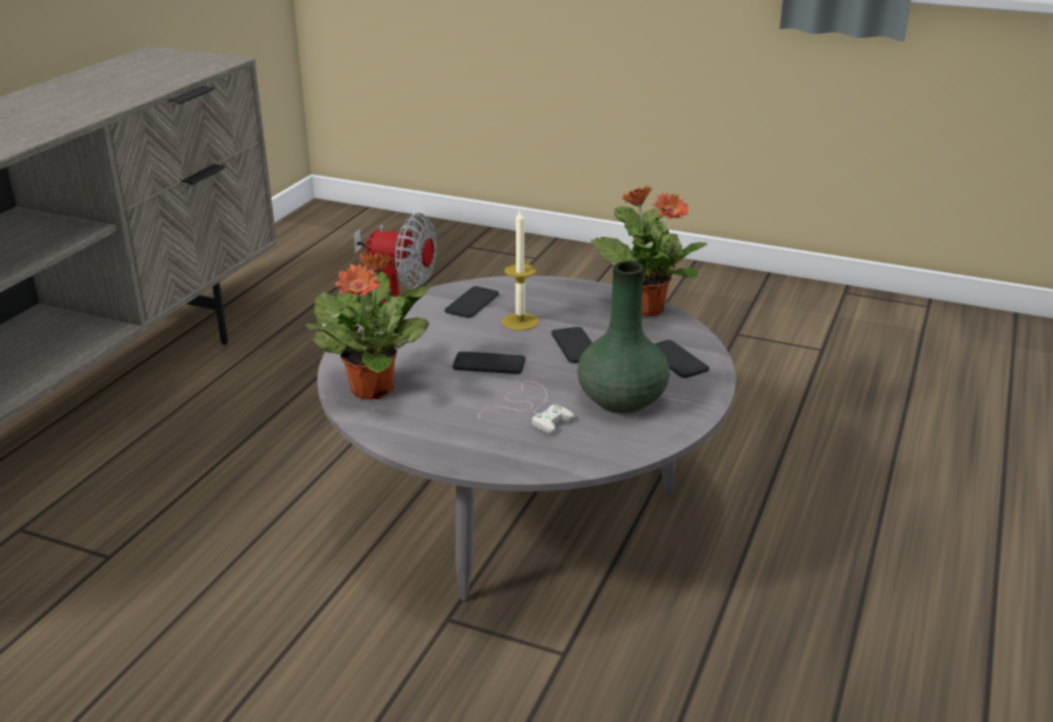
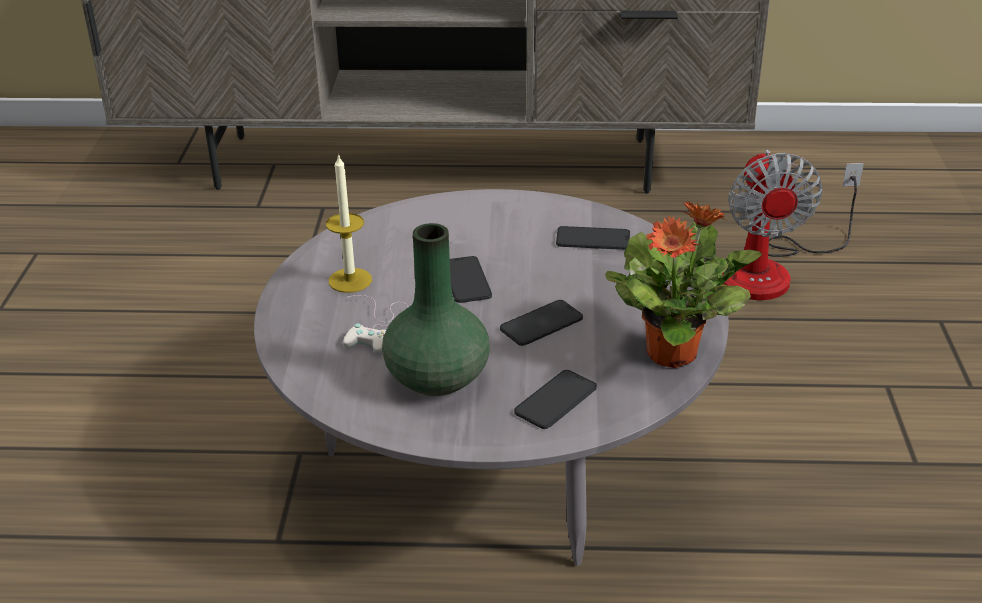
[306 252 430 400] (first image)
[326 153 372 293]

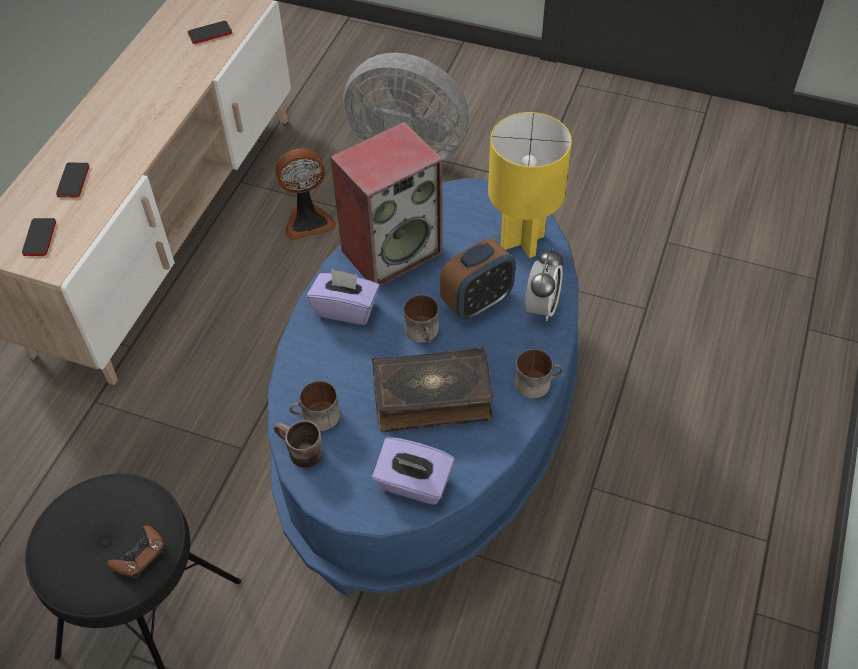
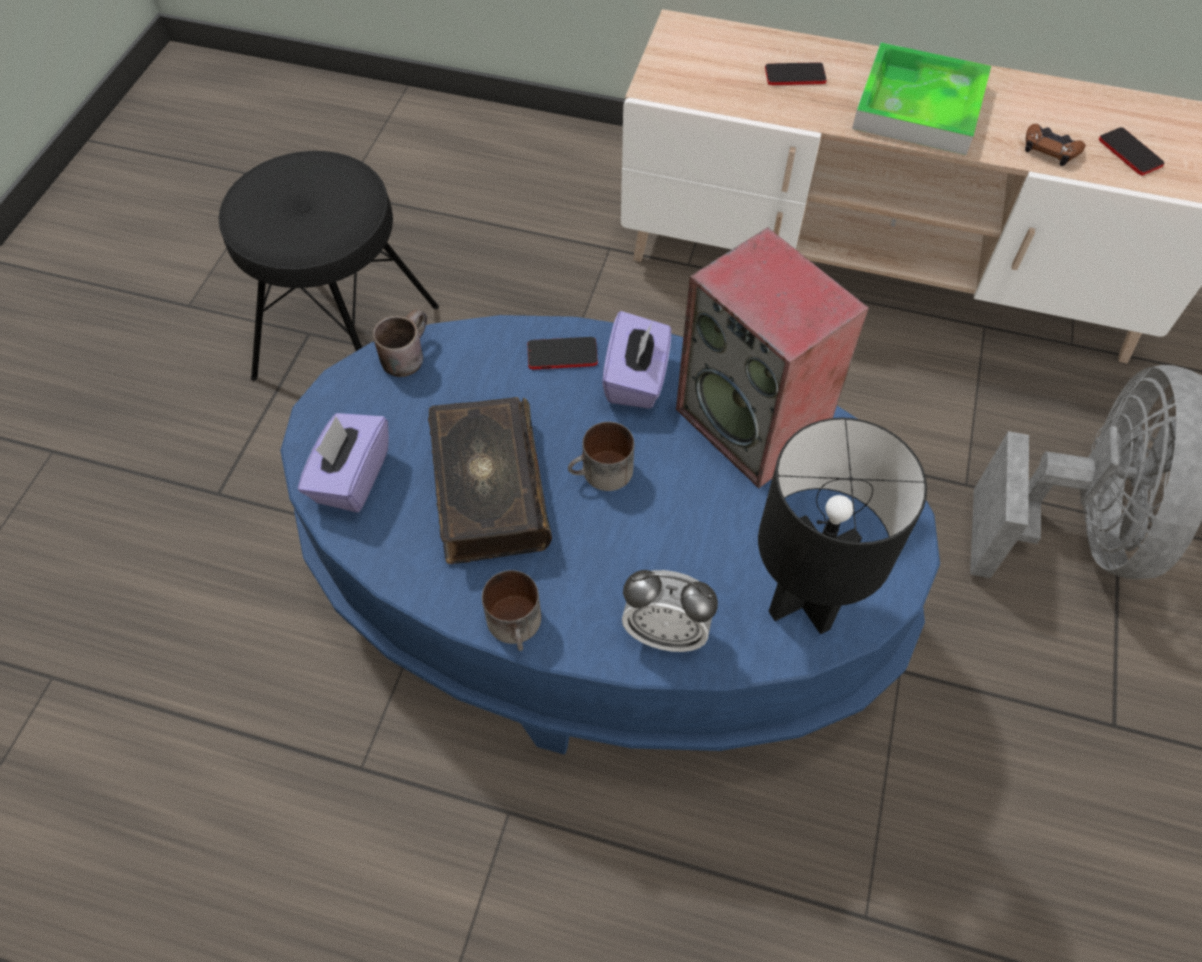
[275 148 336 240] (first image)
[289 381 340 431] (first image)
[440 238 516 320] (first image)
[852 42 991 155]
[527 337 598 369]
[1025 124 1086 166]
[758 418 927 634]

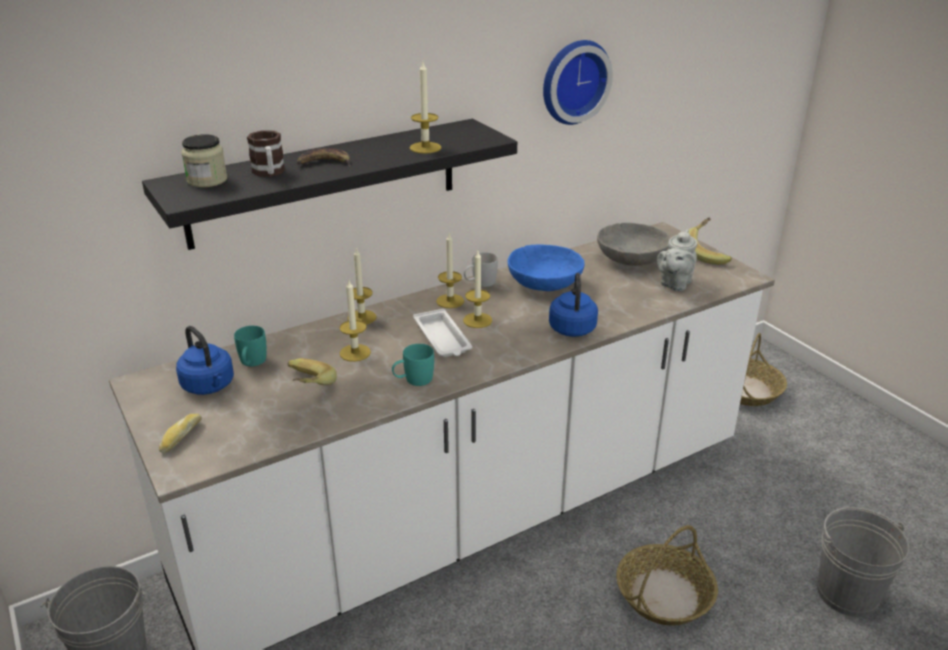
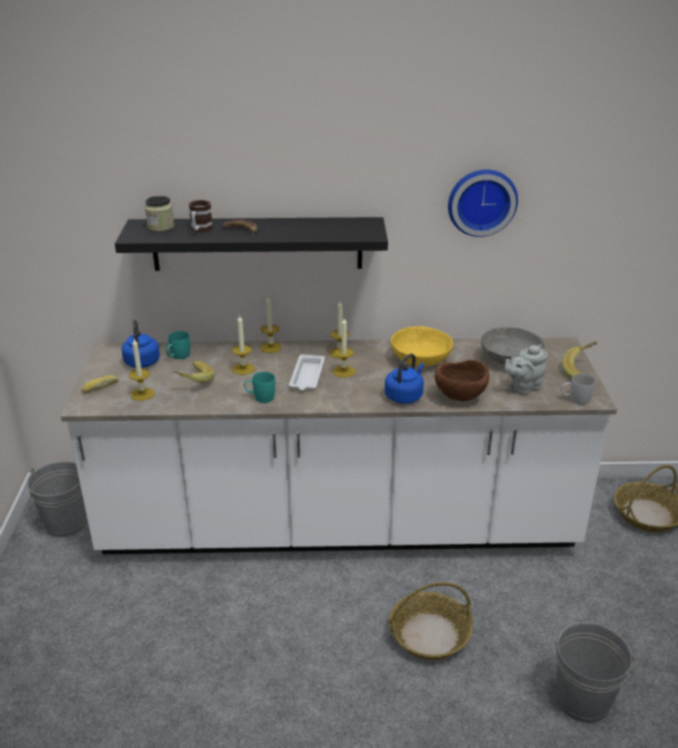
[435 360 490 401]
[129 339 155 401]
[561 374 595 405]
[391 326 453 366]

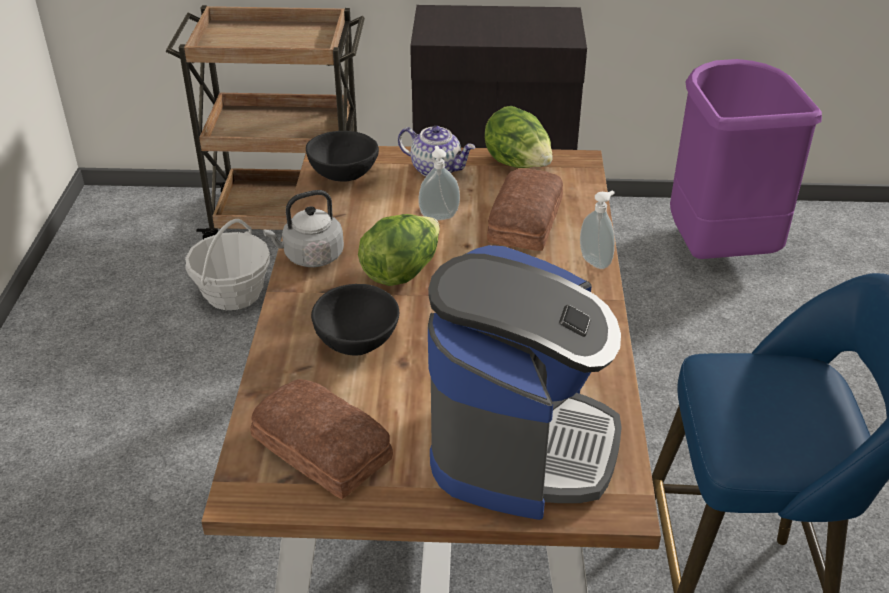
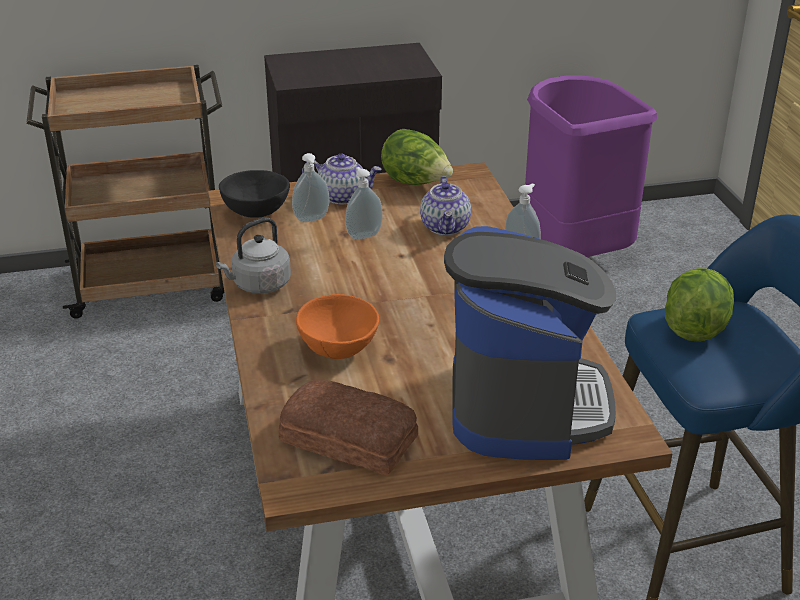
[185 219 270 310] (first image)
[292 153 329 222]
[665 268 734 342]
[420 176 471 235]
[296 294 379 359]

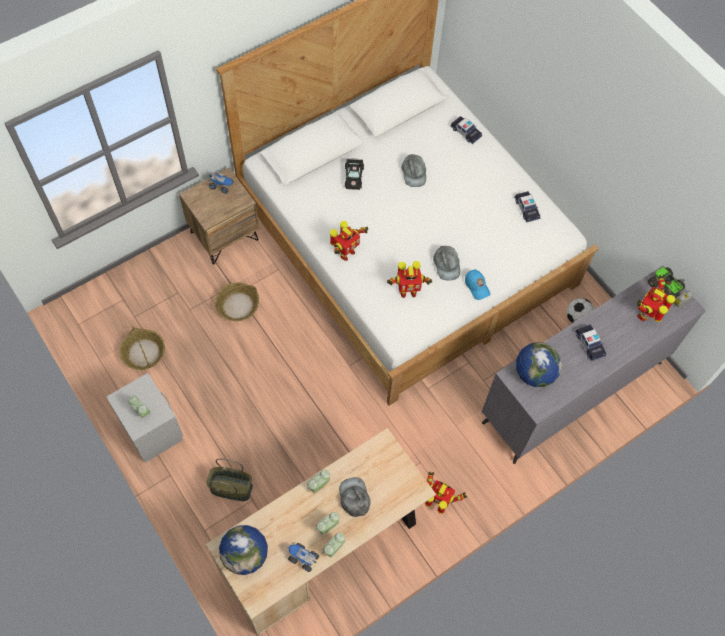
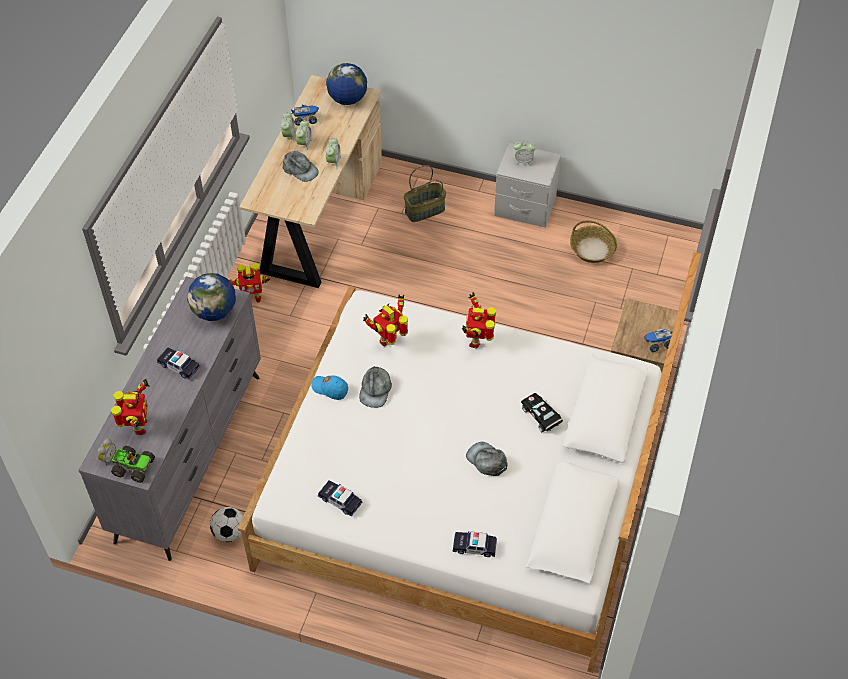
[215 282 259 321] (first image)
[359 366 392 408]

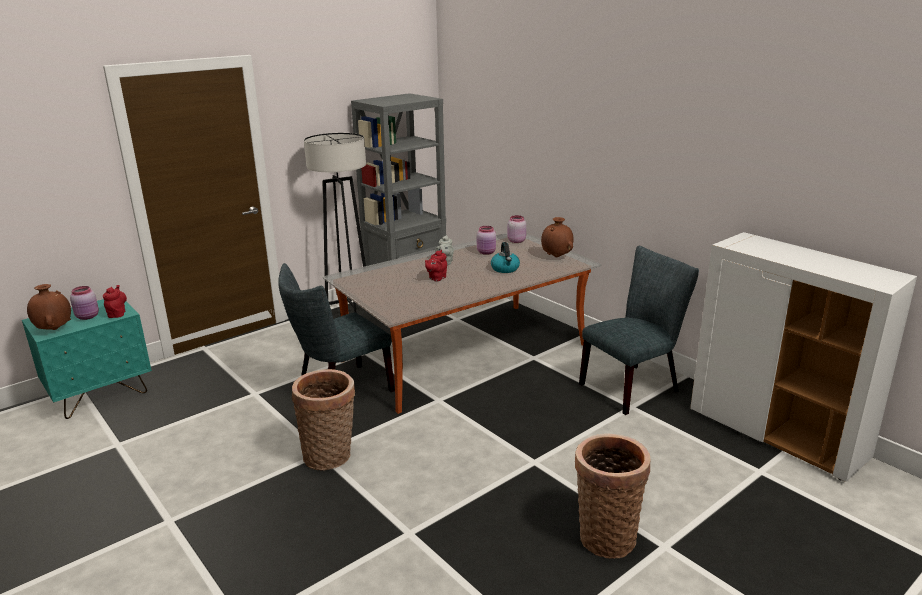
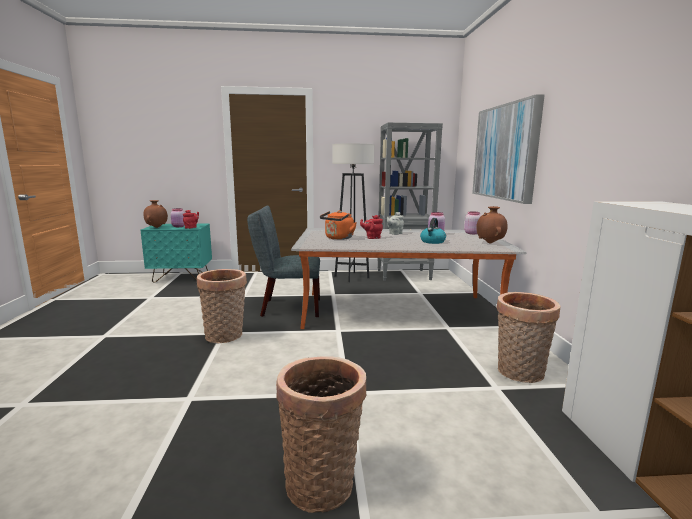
[320 210 357 240]
[472 94 544 204]
[496 292 560 383]

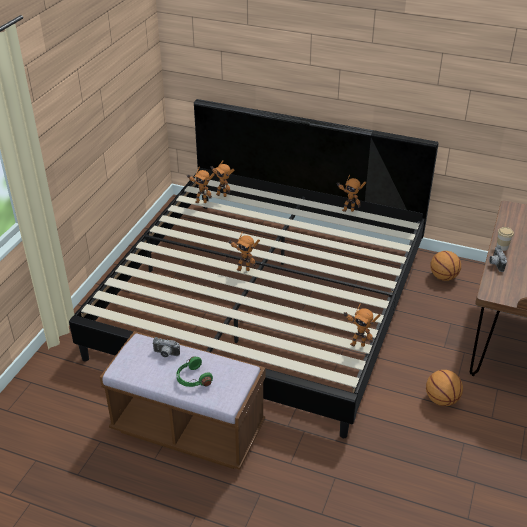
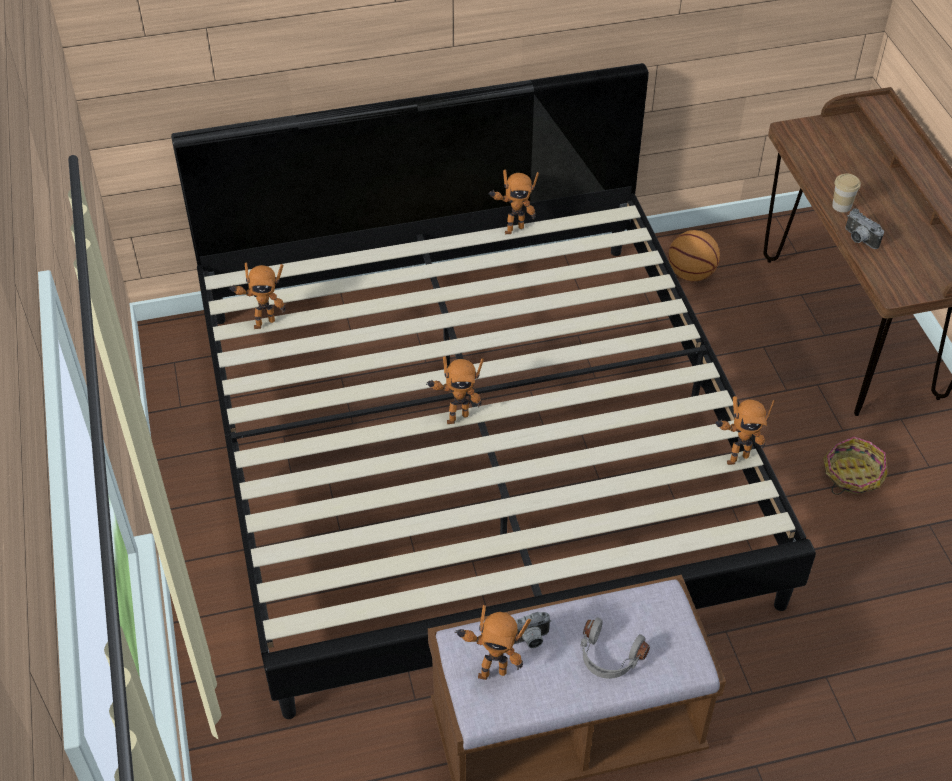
[455 605 531 680]
[823 437 888 495]
[580 618 650 679]

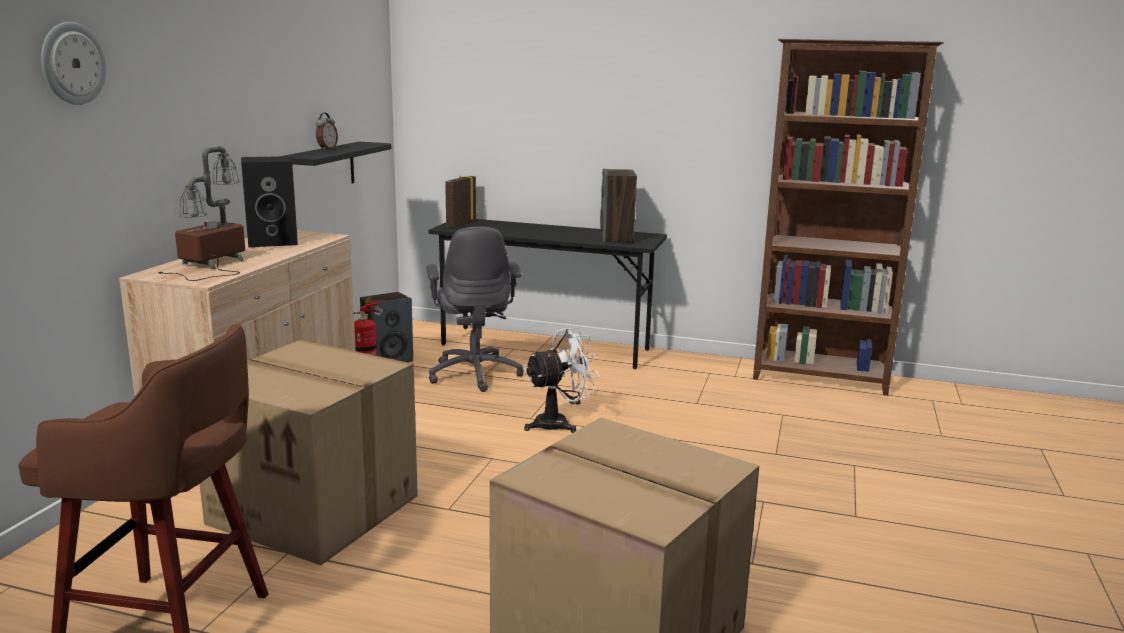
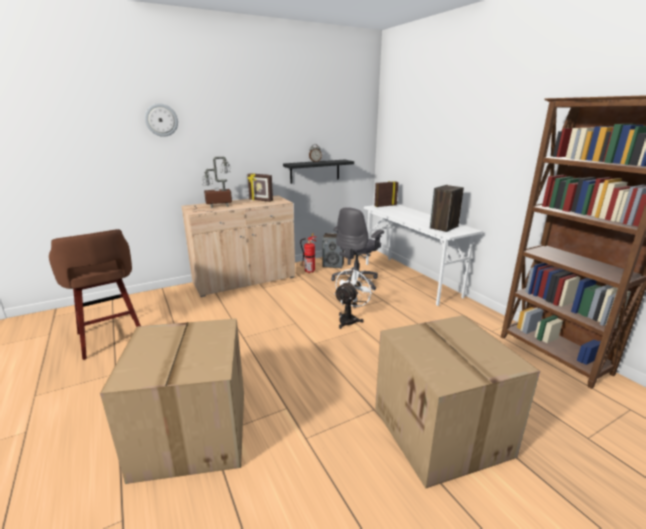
[375 315 540 489]
[247 173 273 202]
[364 204 483 306]
[334 267 374 329]

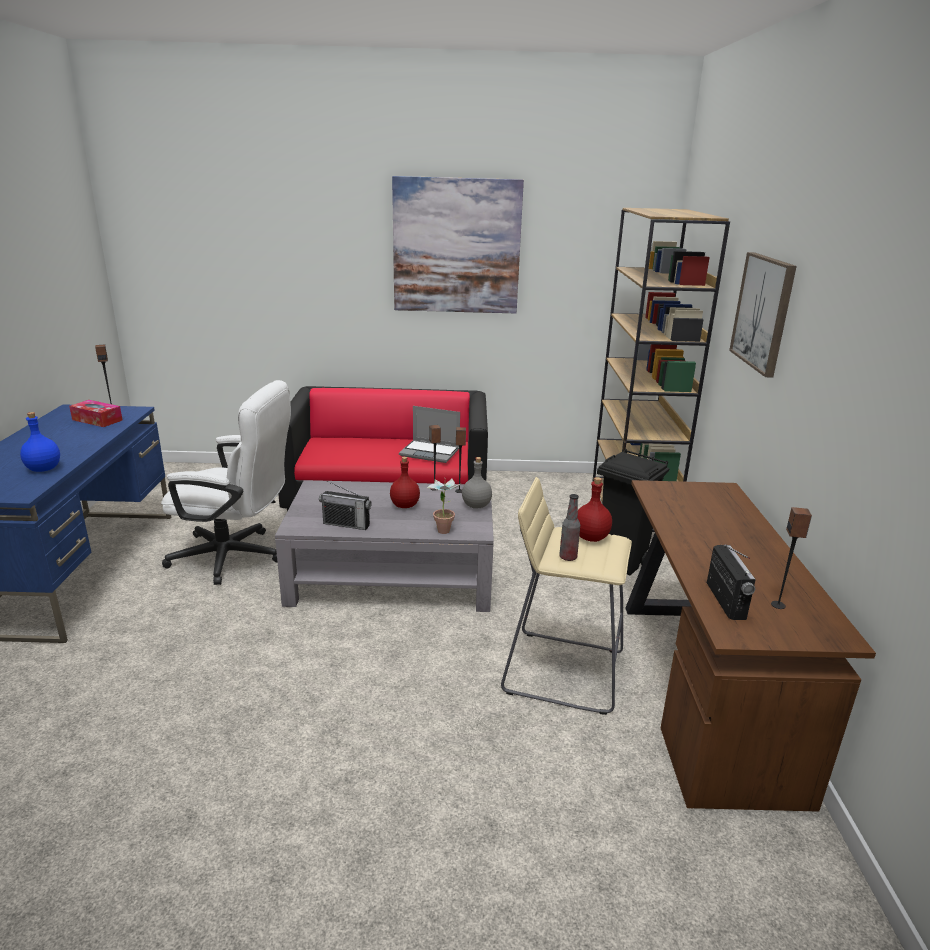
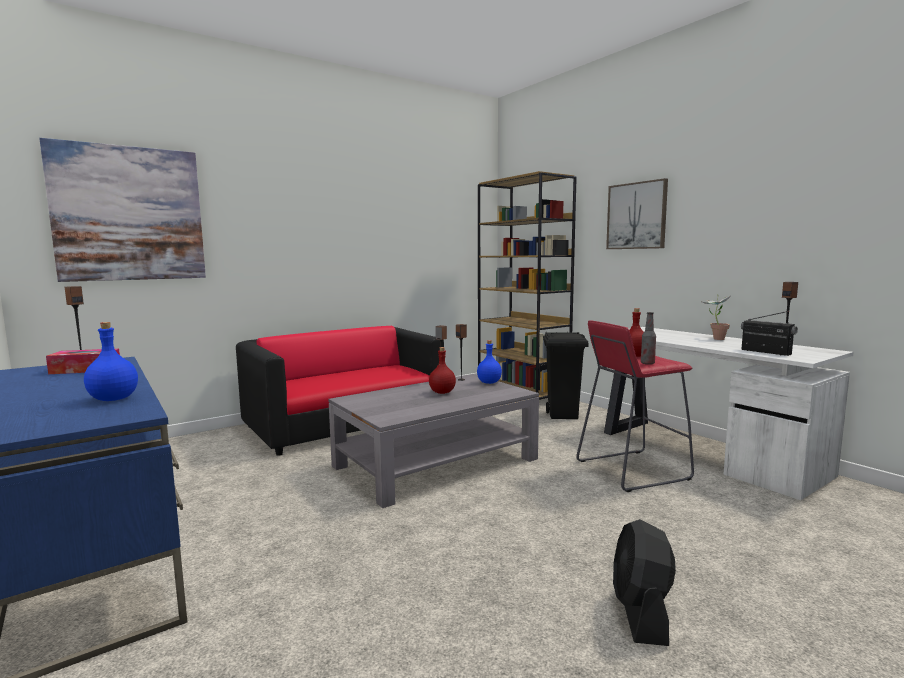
[161 380 291 585] (first image)
[319 481 372 530] (first image)
[399 406 460 463] (first image)
[613 519 676 646]
[39 138 206 282]
[702 294 730 340]
[477 340 502 384]
[576 320 694 492]
[604 327 854 500]

